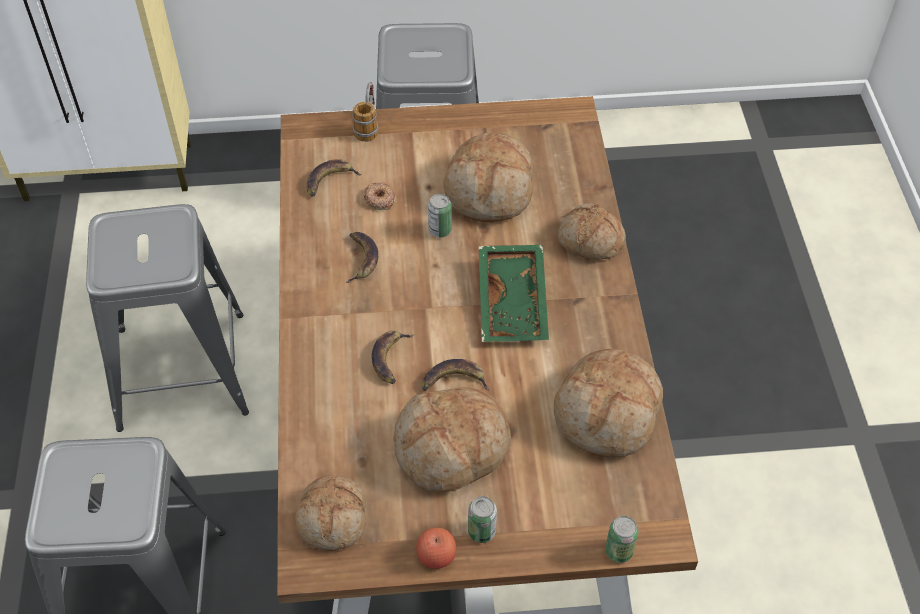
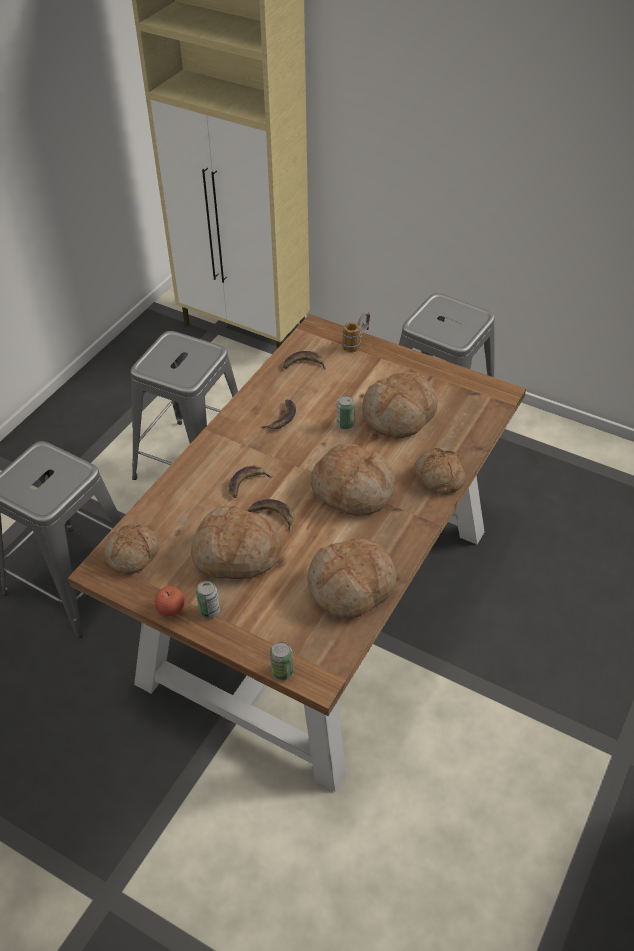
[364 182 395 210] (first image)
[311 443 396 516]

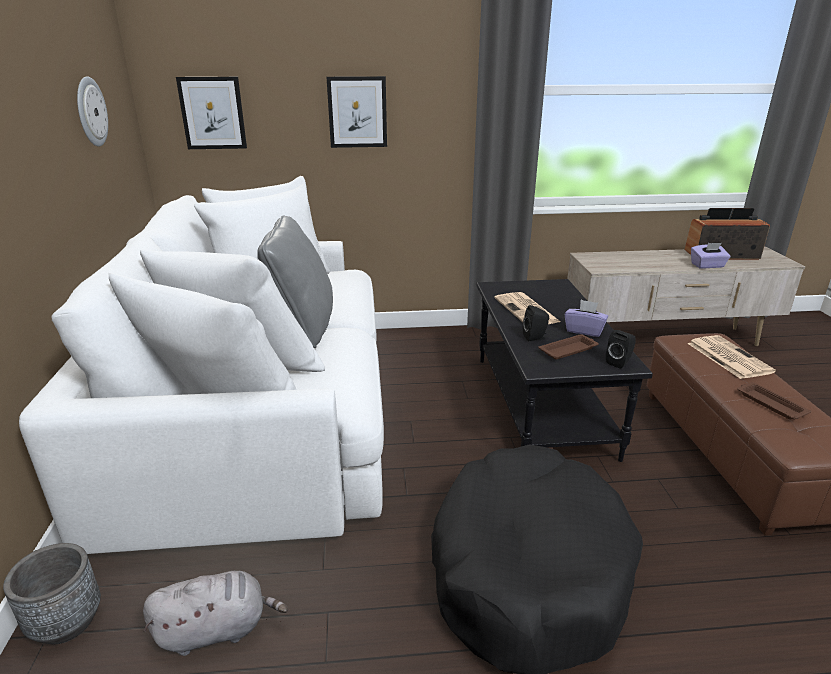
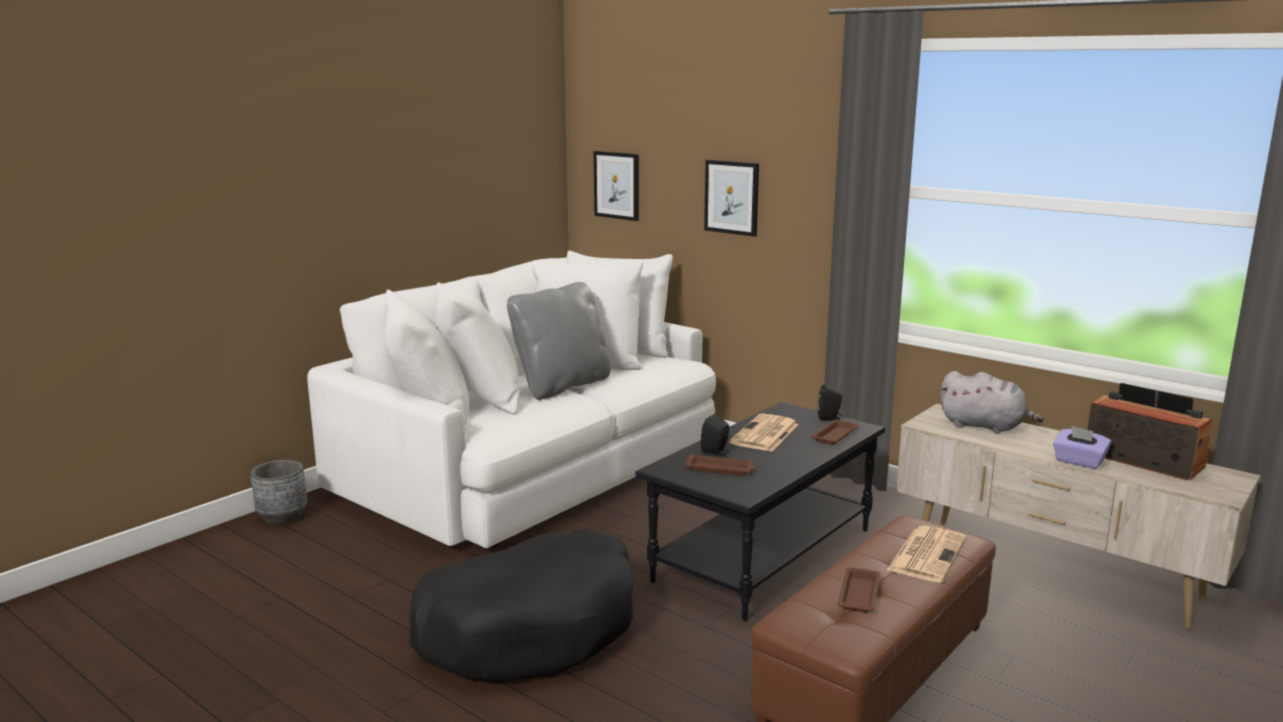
[77 77 108 147] (first image)
[565 300 608 337] (first image)
[811 419 859 445]
[940 371 1044 434]
[817 384 842 421]

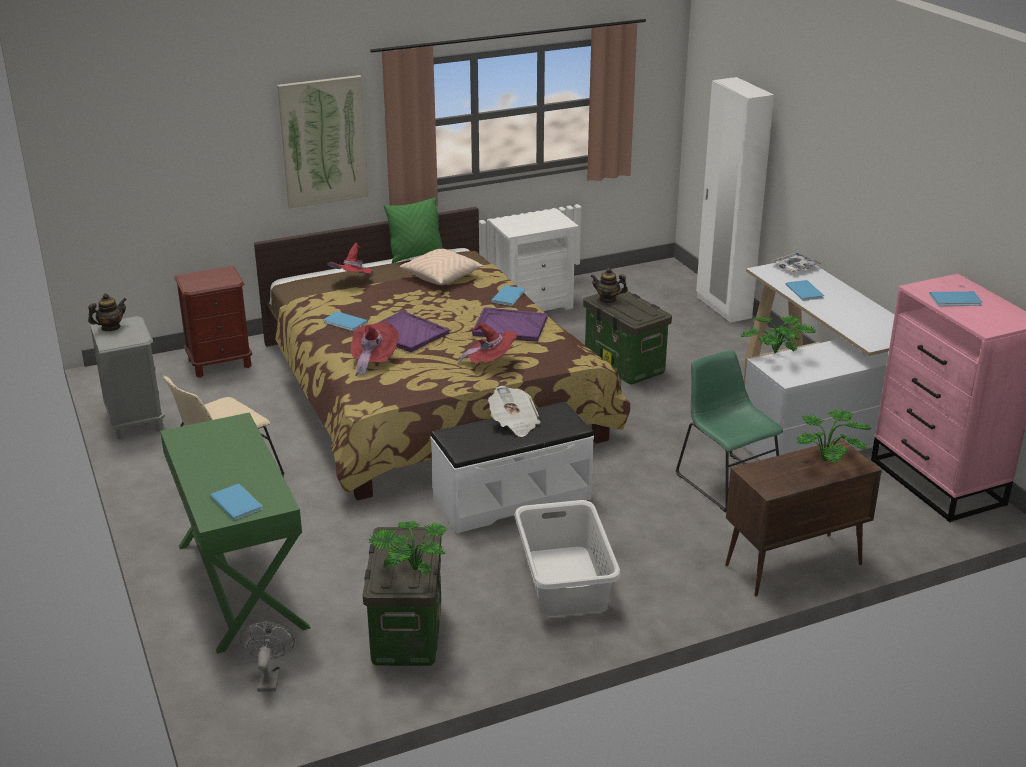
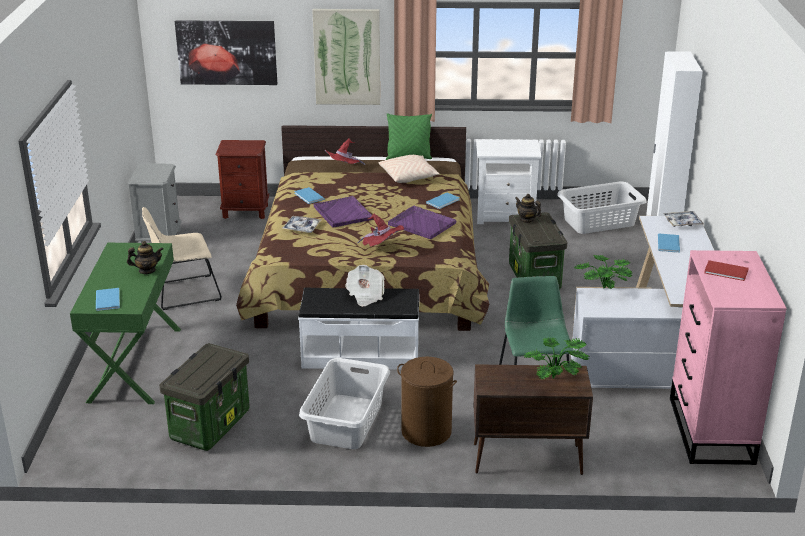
[240 621 294 692] (first image)
[368 521 448 575] (first image)
[175 20 277 85]
[397 357 457 447]
[557 181 647 234]
[127 241 163 274]
[282 216 321 233]
[704 260 749 281]

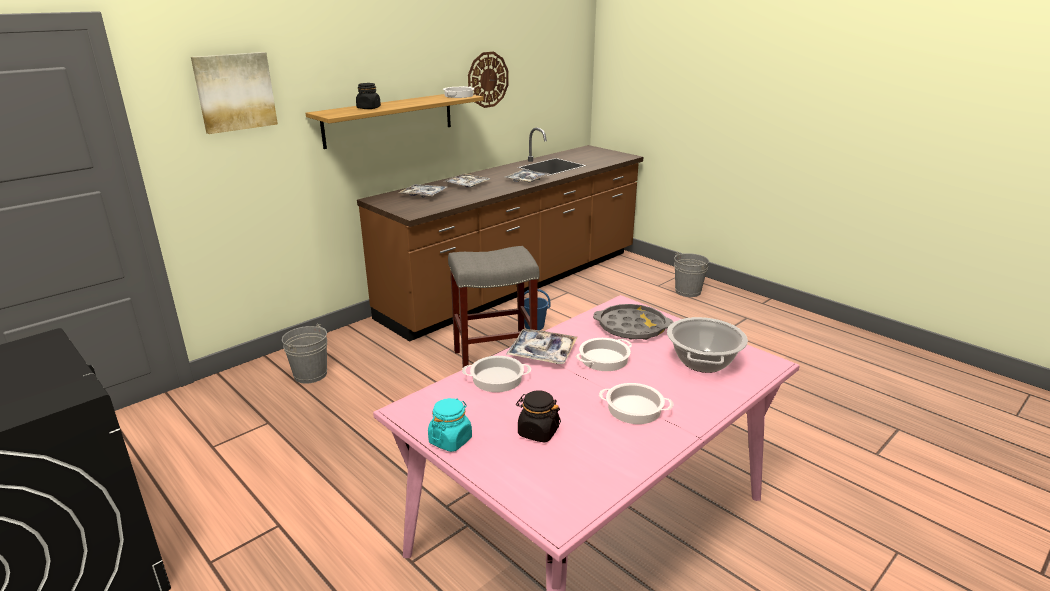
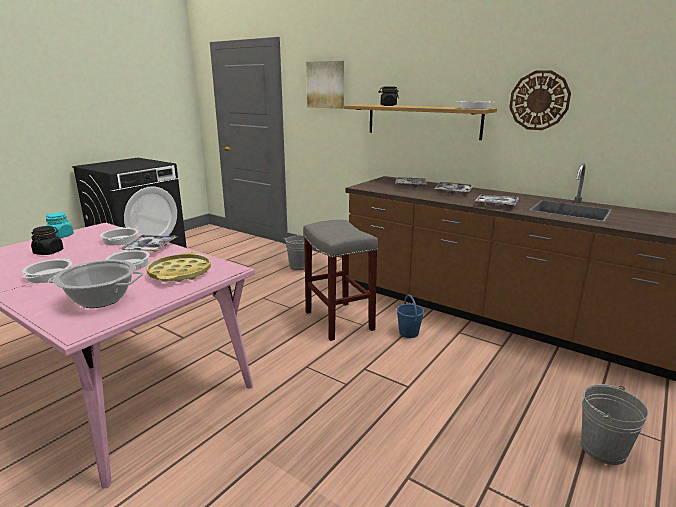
[146 252 211 282]

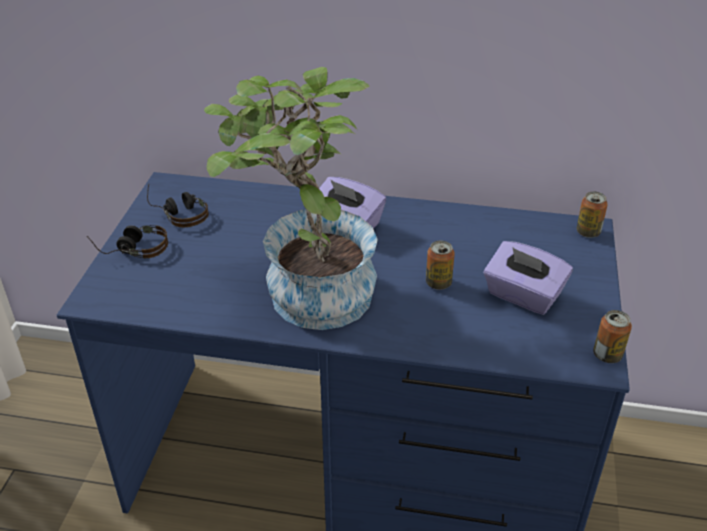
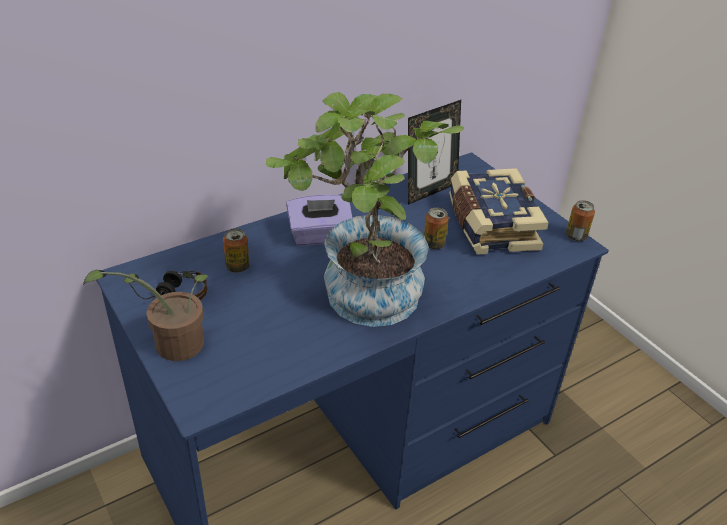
[408 100 461 205]
[223 228 249 273]
[83 270 209 361]
[449 168 549 255]

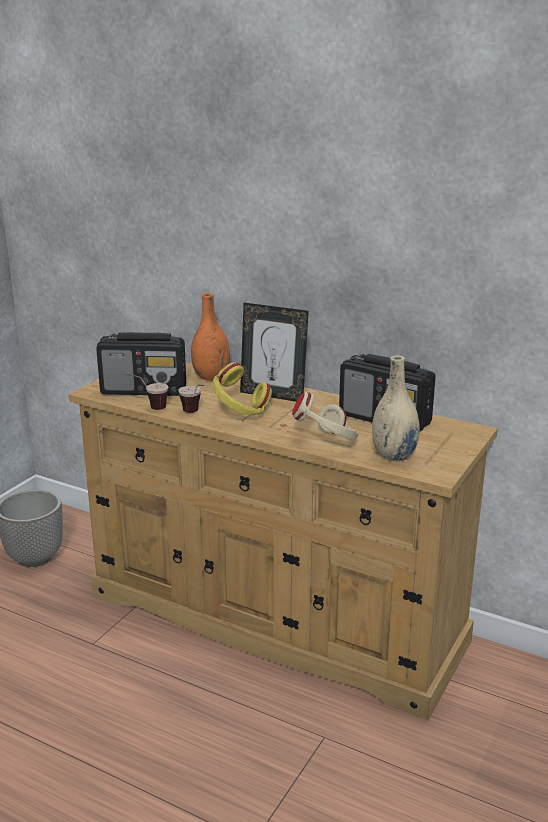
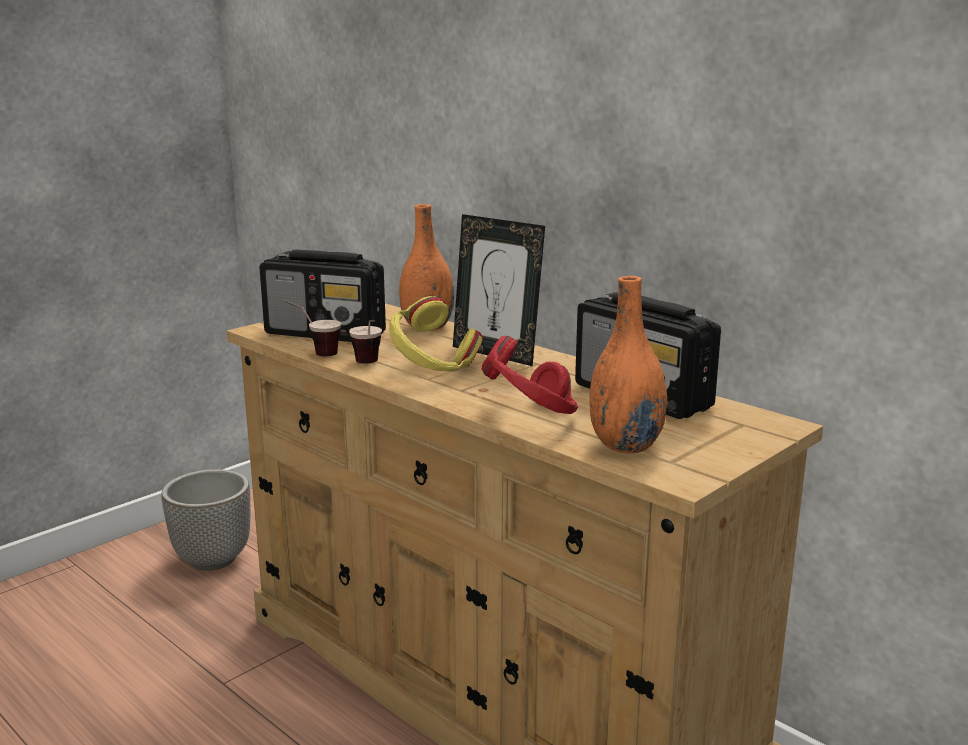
[482 336 578 414]
[589 276 668 454]

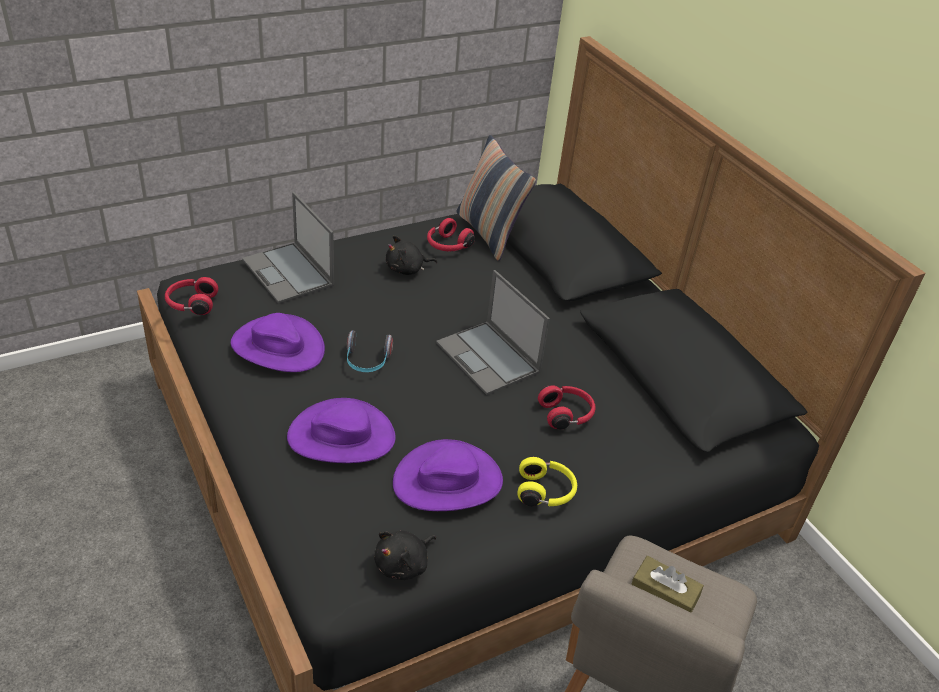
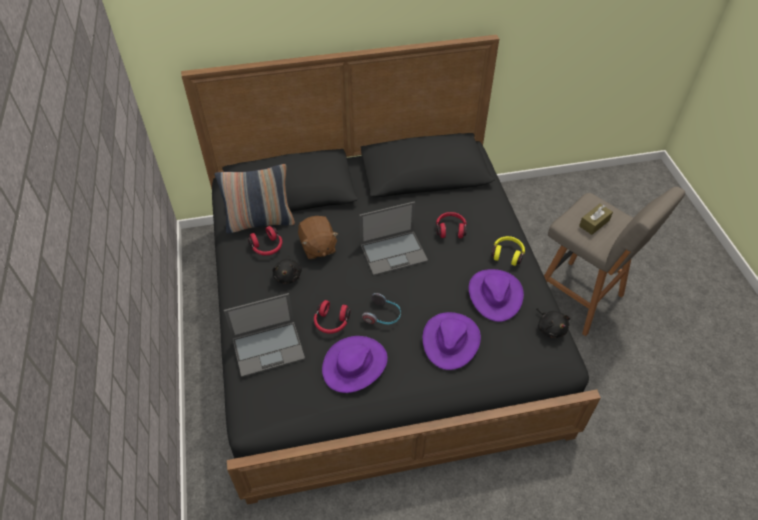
[298 216 338 259]
[314 300 350 334]

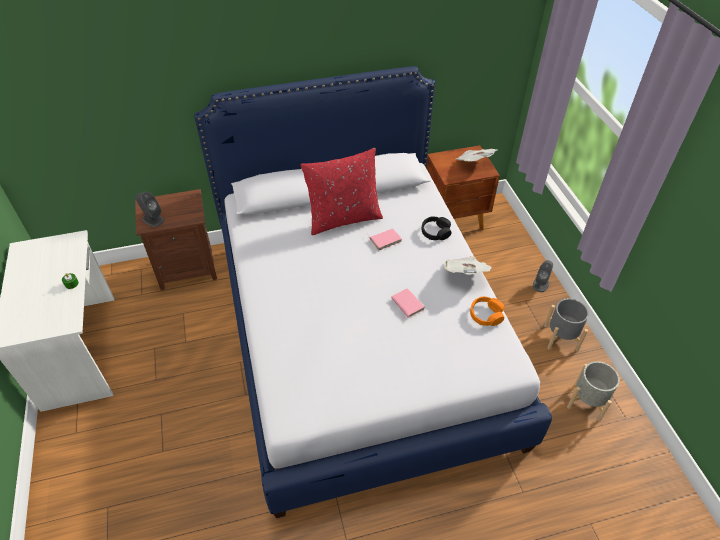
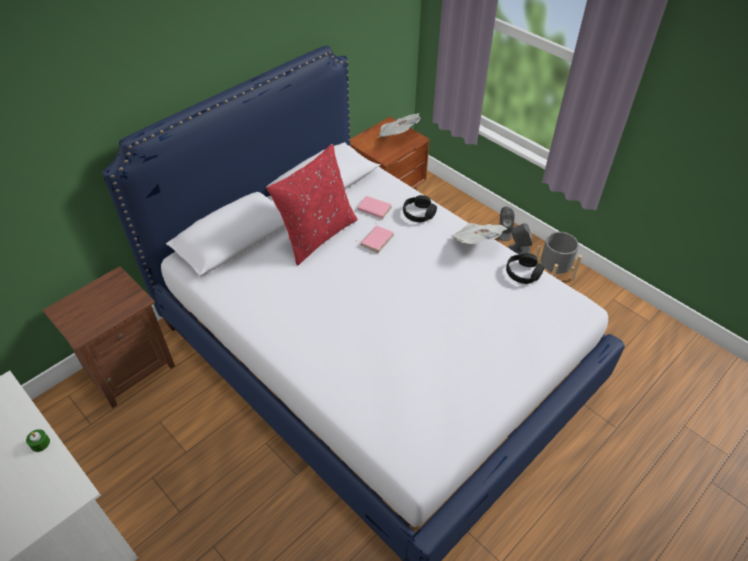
[567 361 620 422] (first image)
[508 223 532 255]
[357 196 392 221]
[506 253 544 284]

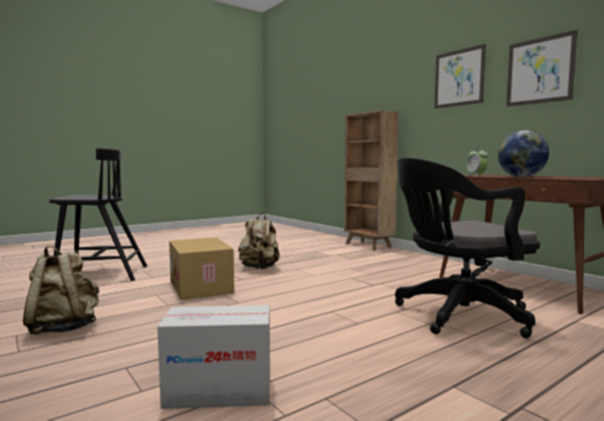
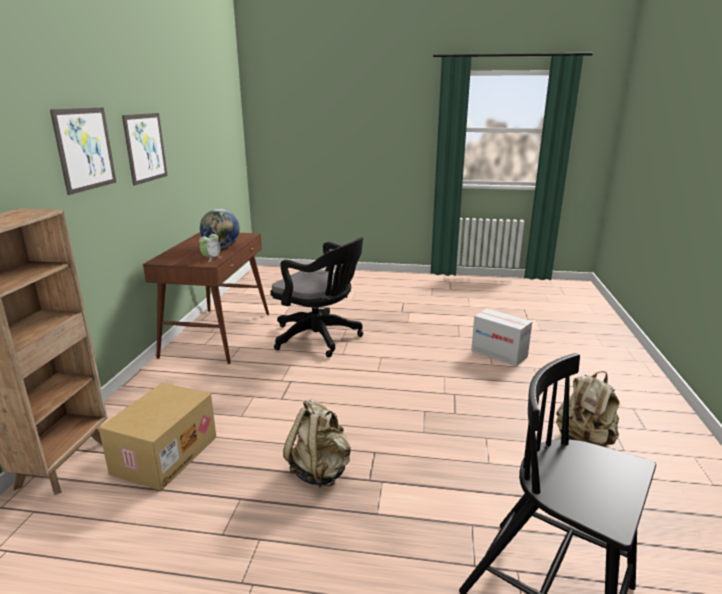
[99 382 216 491]

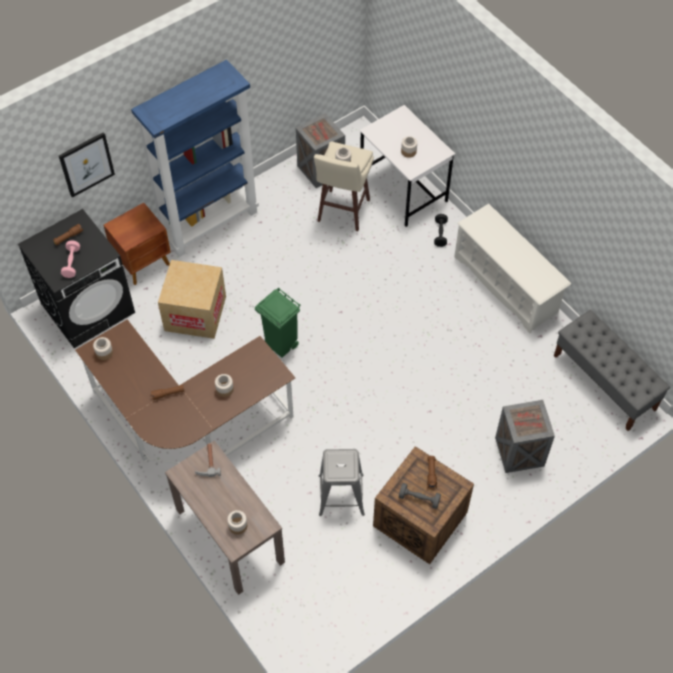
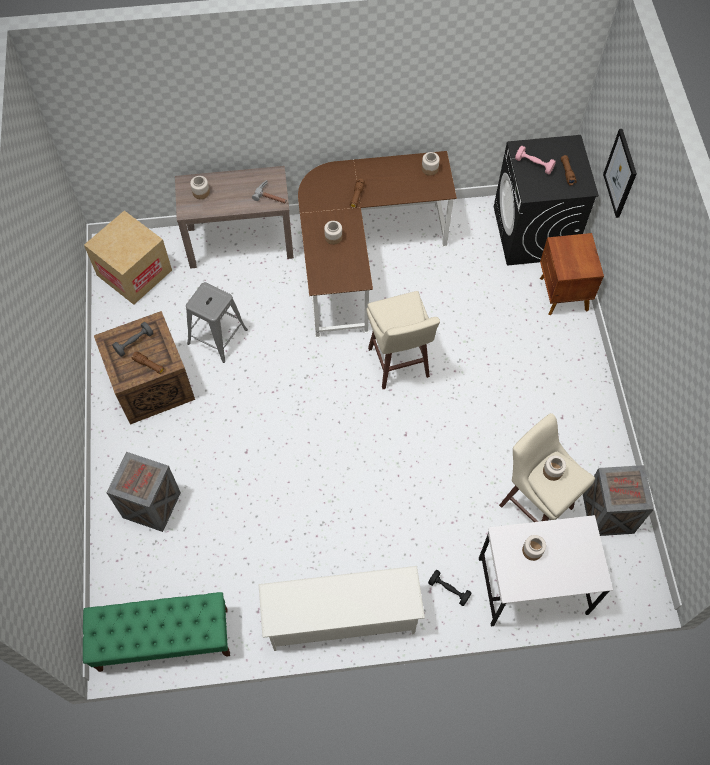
[131 60 259 257] (first image)
[84 210 172 305]
[366 291 440 389]
[83 592 230 672]

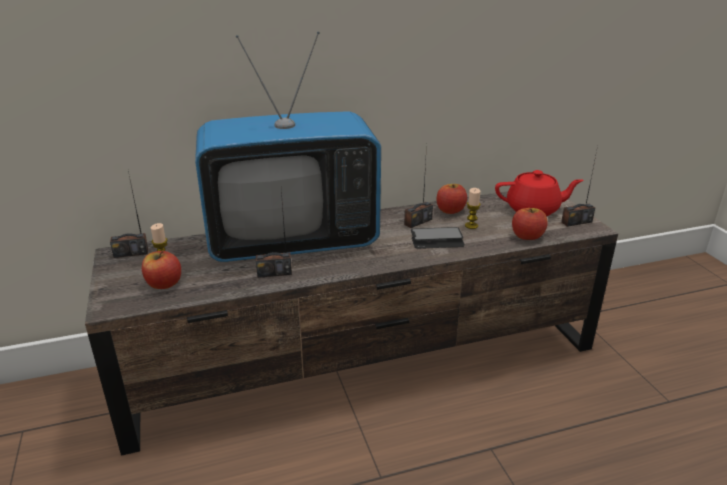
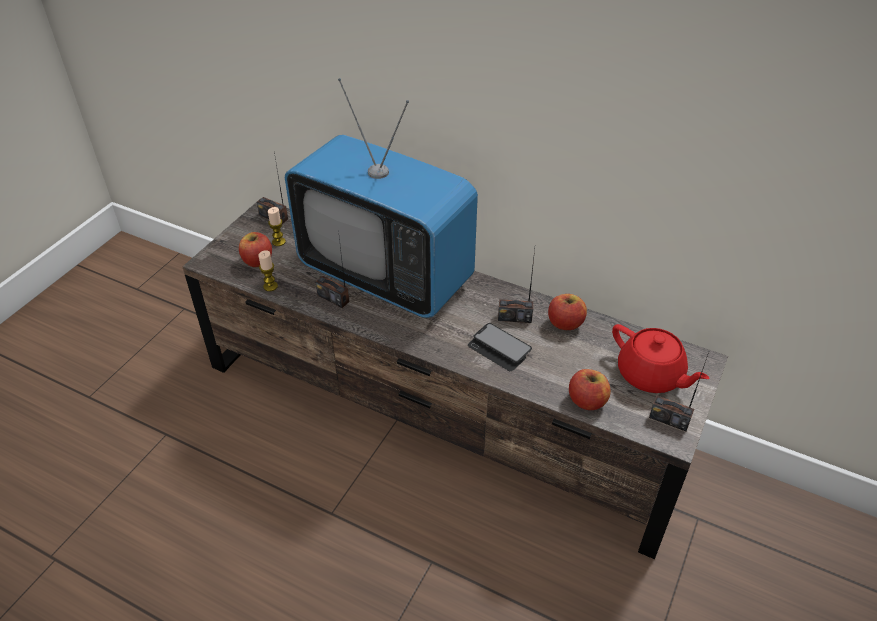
[258 250 278 291]

